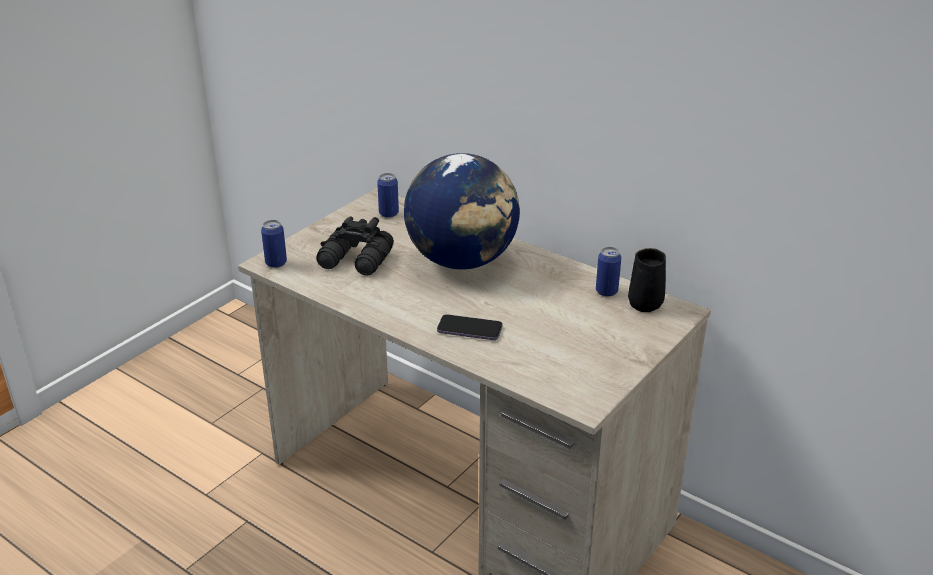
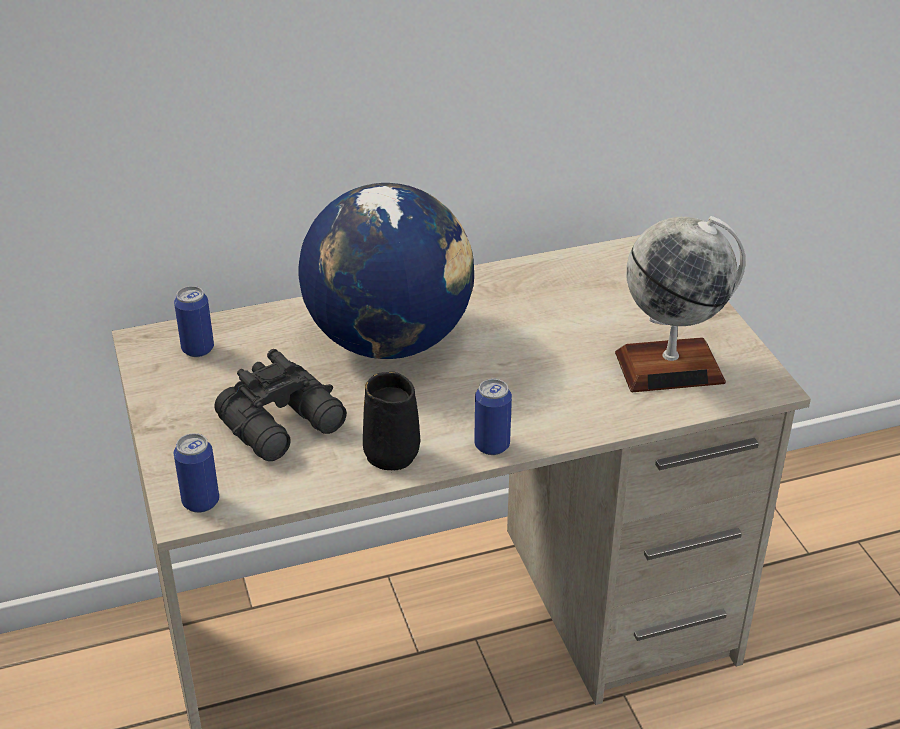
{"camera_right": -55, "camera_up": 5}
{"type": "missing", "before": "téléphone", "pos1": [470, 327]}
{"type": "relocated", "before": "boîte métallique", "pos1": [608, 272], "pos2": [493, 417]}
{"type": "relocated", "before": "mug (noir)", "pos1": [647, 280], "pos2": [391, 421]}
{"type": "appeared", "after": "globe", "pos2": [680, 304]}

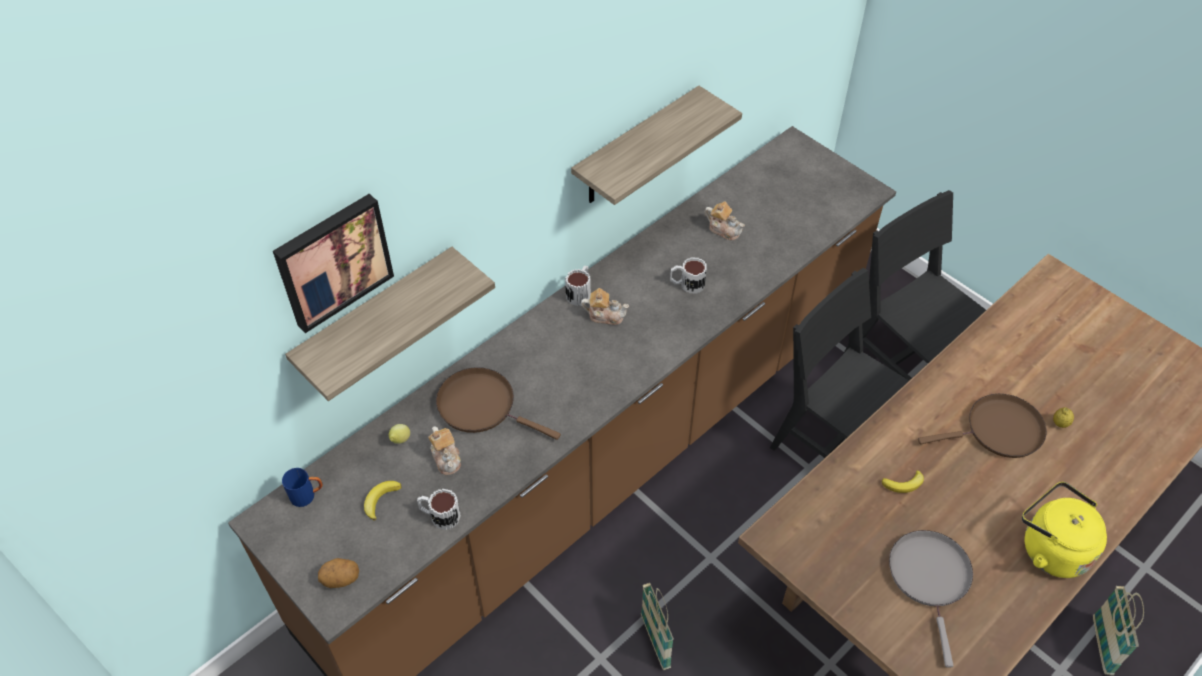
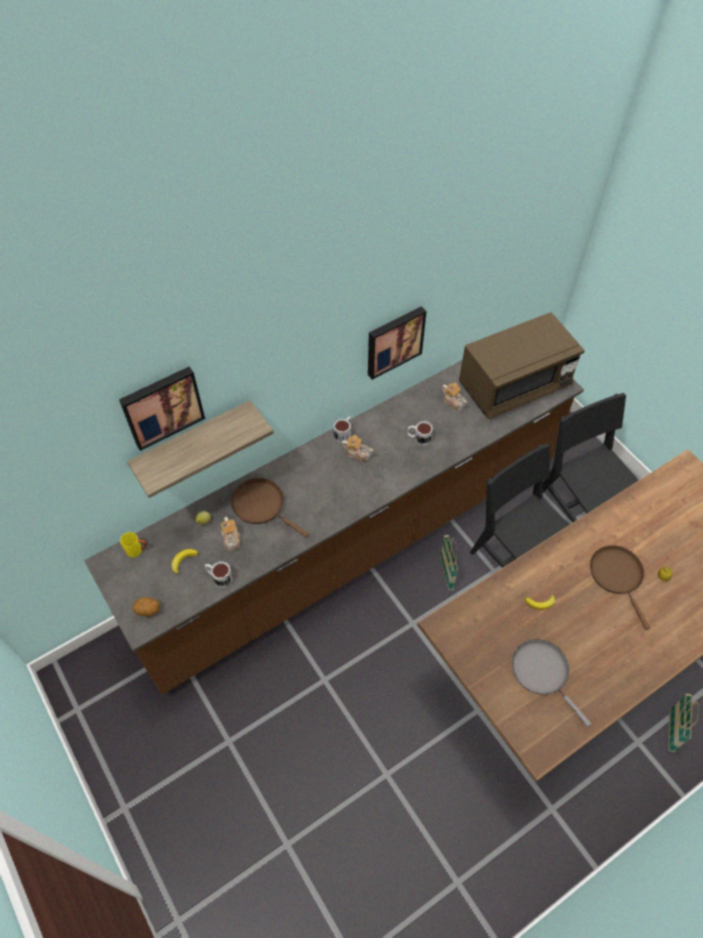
{"camera_right": 10, "camera_up": 5}
{"type": "colour", "before": "mug (bleu)", "after": "mug (jaune)", "pos1": [302, 487], "pos2": [133, 544]}
{"type": "exchanged", "before": "étagère", "after": "tableau", "pos1": [656, 145], "pos2": [397, 343]}
{"type": "relocated", "before": "panier", "pos1": [657, 626], "pos2": [449, 562]}
{"type": "spun", "before": "poêle (gris)", "pos1": [931, 598], "pos2": [551, 683], "turn": -45}
{"type": "spun", "before": "poêle (marron)", "pos1": [982, 426], "pos2": [620, 587], "turn": -105}
{"type": "missing", "before": "bouilloire (jaune)", "pos1": [1064, 530]}
{"type": "appeared", "after": "micro-ondes (marron)", "pos2": [522, 365]}

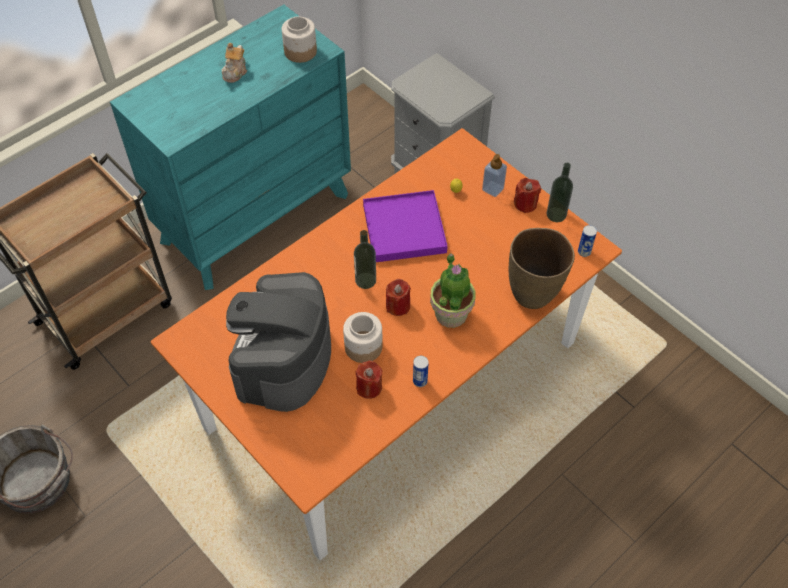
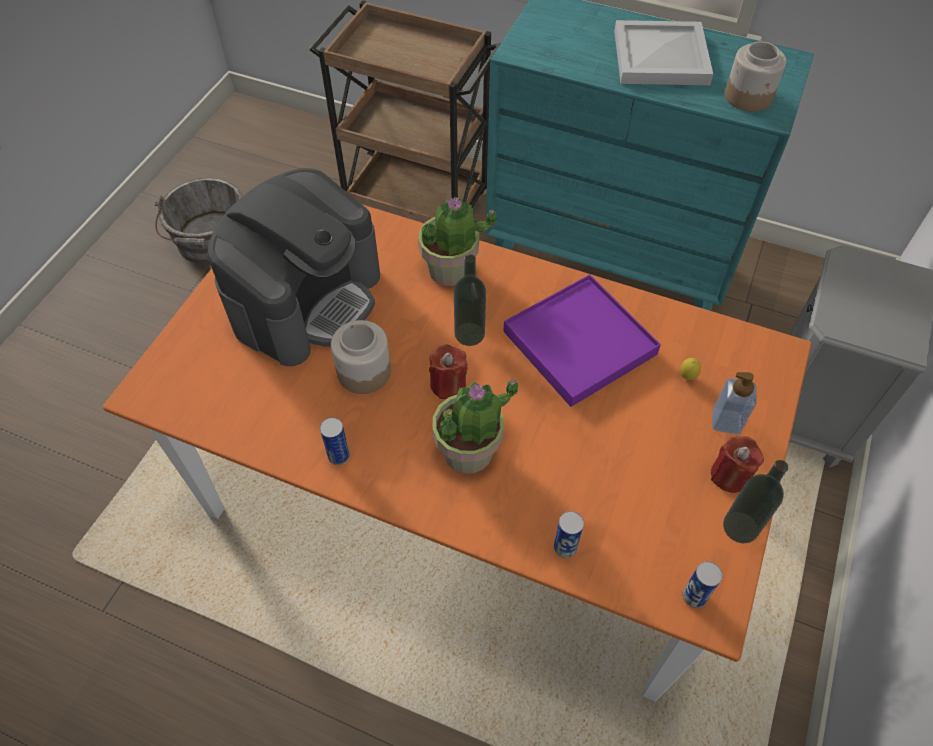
{"camera_right": 65, "camera_up": 0}
{"type": "exchanged", "before": "théière", "after": "plateau (blanc)", "pos1": [234, 63], "pos2": [663, 52]}
{"type": "spun", "before": "machine à café", "pos1": [278, 342], "pos2": [293, 267], "turn": 135}
{"type": "missing", "before": "bougie (rouge)", "pos1": [368, 380]}
{"type": "exchanged", "before": "vase (marron)", "after": "boîte métallique", "pos1": [542, 268], "pos2": [569, 534]}
{"type": "appeared", "after": "plante en pot", "pos2": [457, 241]}

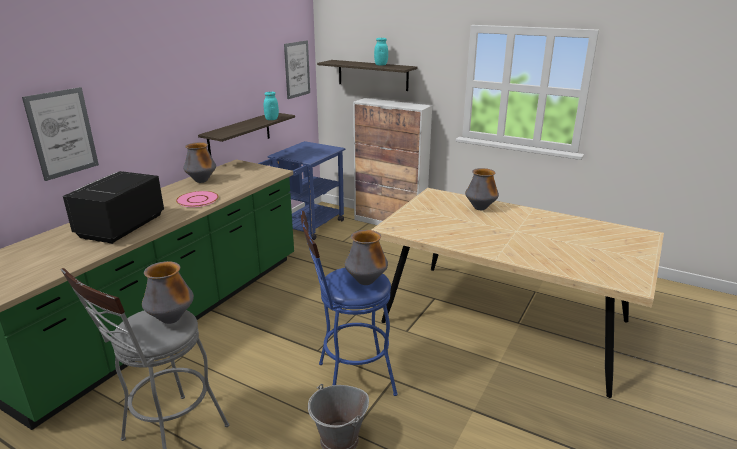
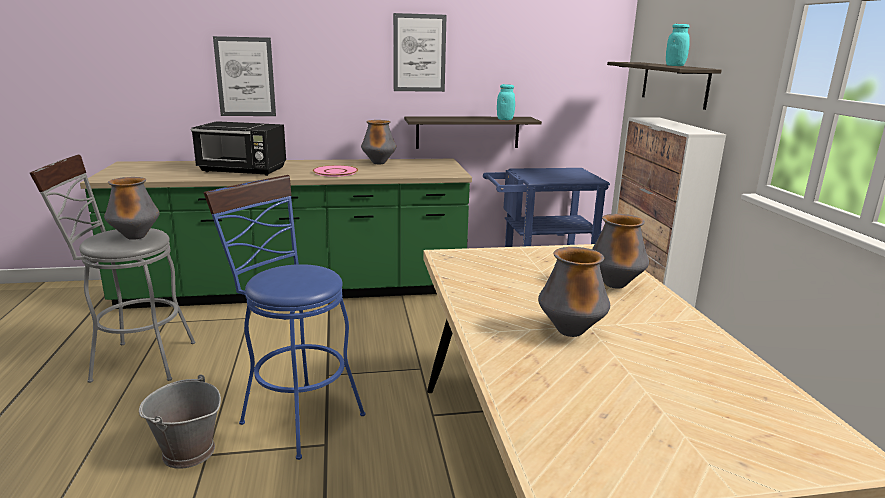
{"camera_right": 50, "camera_up": -5}
{"type": "spun", "before": "micro-ondes (noir)", "pos1": [113, 207], "pos2": [238, 148], "turn": -150}
{"type": "relocated", "before": "tableau", "pos1": [297, 70], "pos2": [420, 52]}
{"type": "relocated", "before": "vase", "pos1": [366, 257], "pos2": [574, 292]}

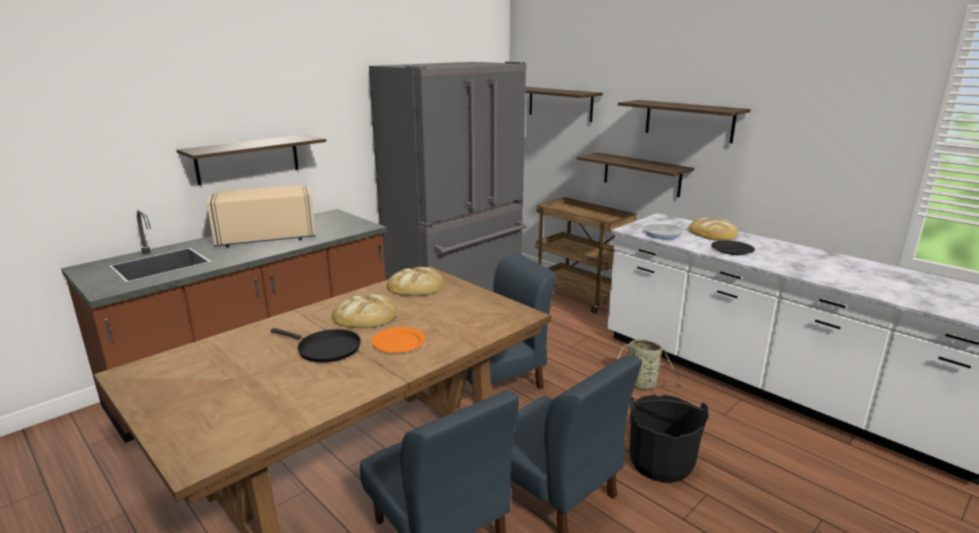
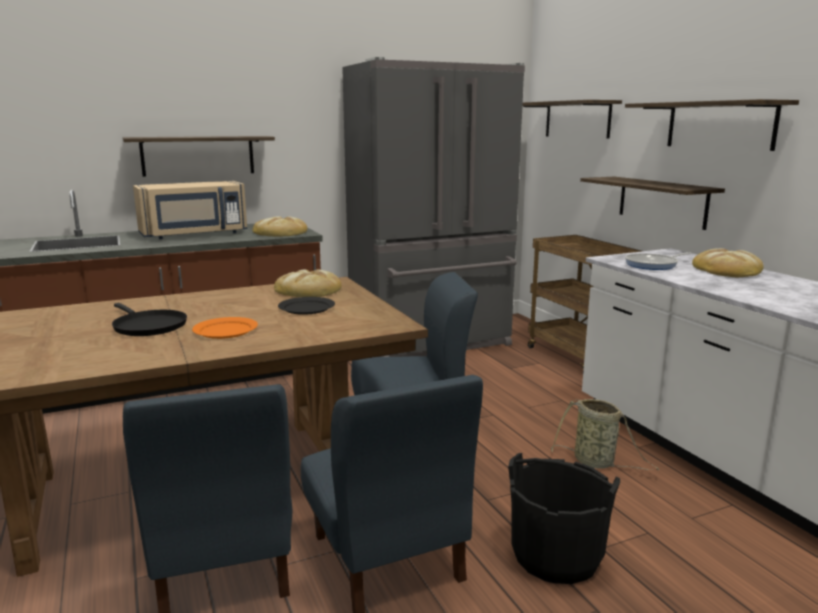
{"camera_right": 20, "camera_up": -5}
{"type": "spun", "before": "micro-ondes (beige)", "pos1": [261, 216], "pos2": [190, 210], "turn": 150}
{"type": "relocated", "before": "pain", "pos1": [364, 311], "pos2": [279, 226]}
{"type": "relocated", "before": "assiette (noir)", "pos1": [733, 247], "pos2": [306, 306]}

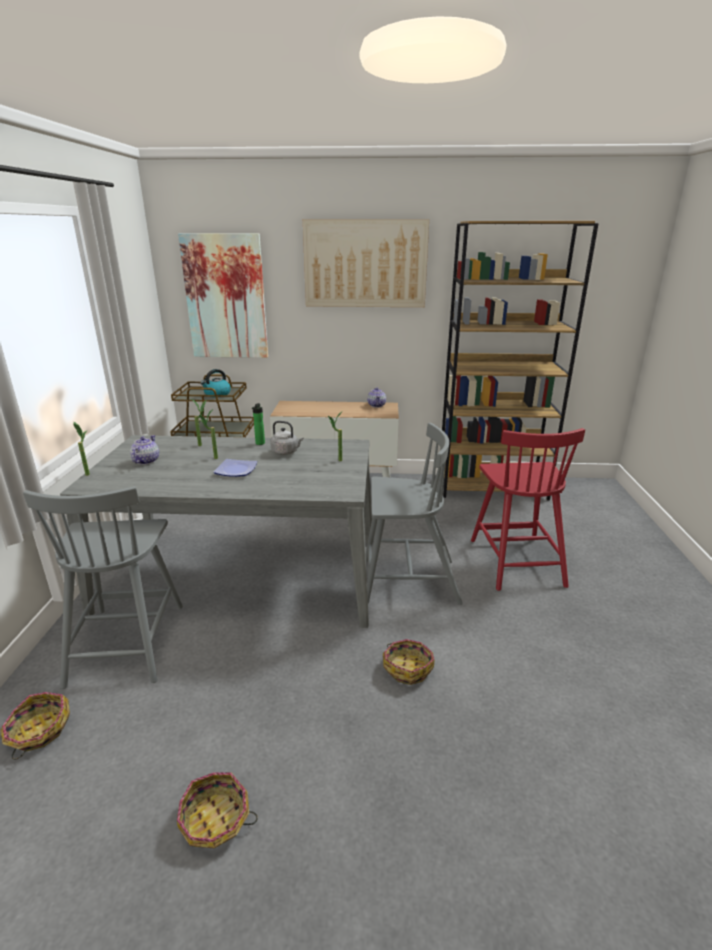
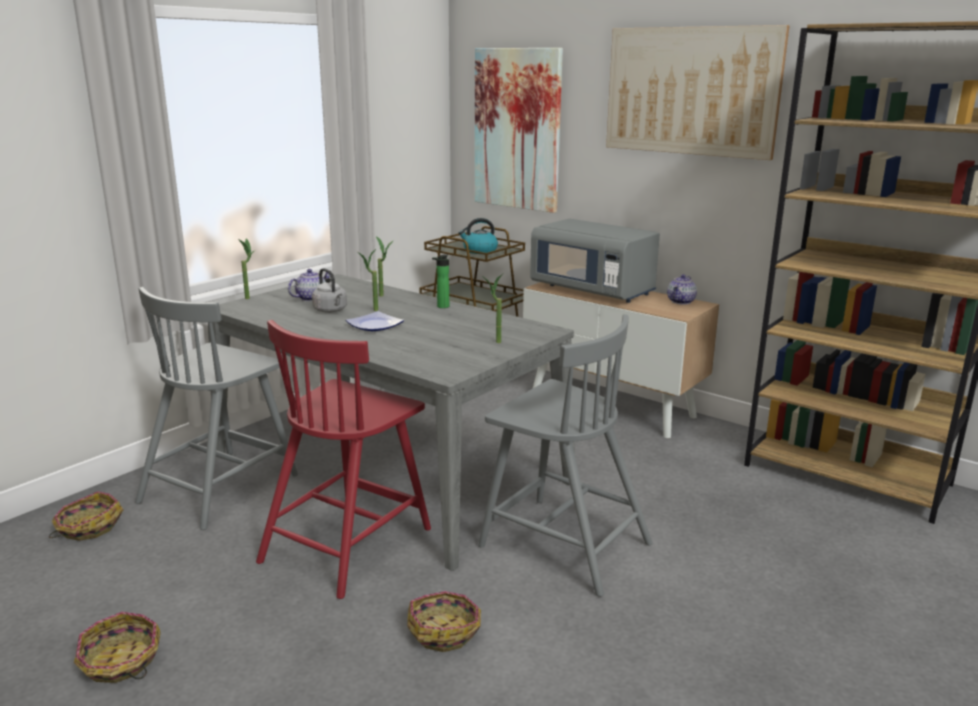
{"camera_right": 35, "camera_up": -5}
{"type": "relocated", "before": "bouilloire (gris)", "pos1": [286, 438], "pos2": [329, 290]}
{"type": "relocated", "before": "chaise (rouge)", "pos1": [528, 509], "pos2": [343, 459]}
{"type": "appeared", "after": "micro-ondes (gris)", "pos2": [595, 261]}

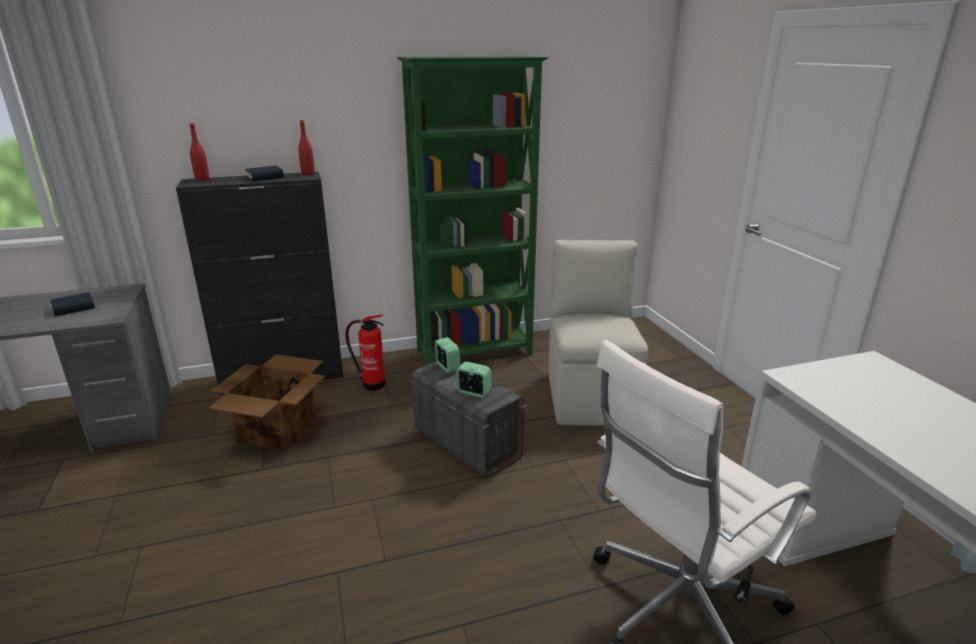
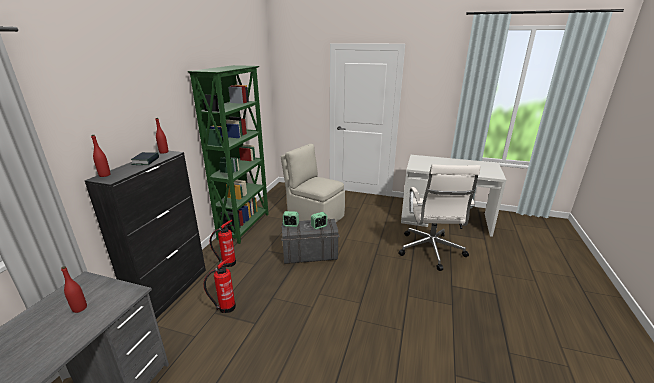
{"camera_right": -55, "camera_up": 0}
{"type": "exchanged", "before": "livre", "after": "bouteille (rouge)", "pos1": [73, 304], "pos2": [74, 289]}
{"type": "exchanged", "before": "carton", "after": "extincteur", "pos1": [267, 402], "pos2": [219, 285]}

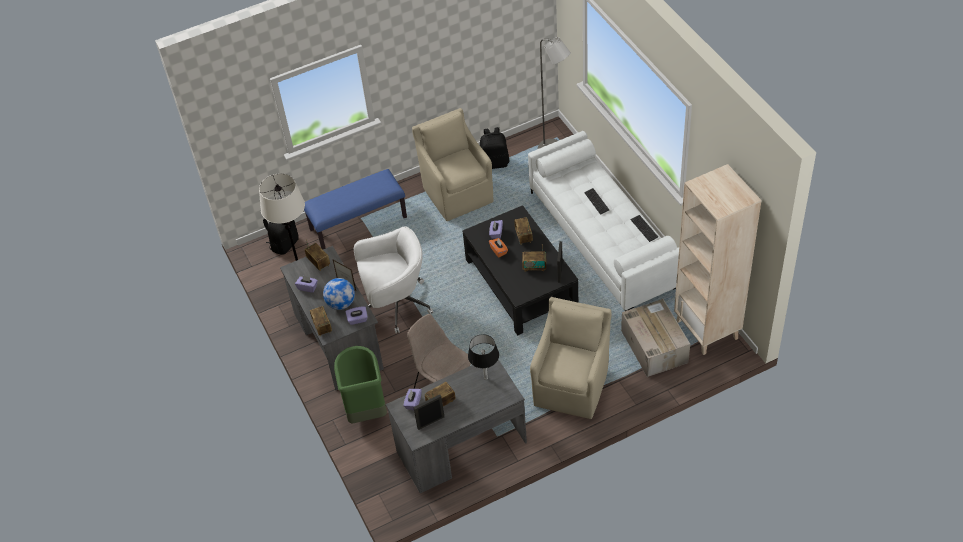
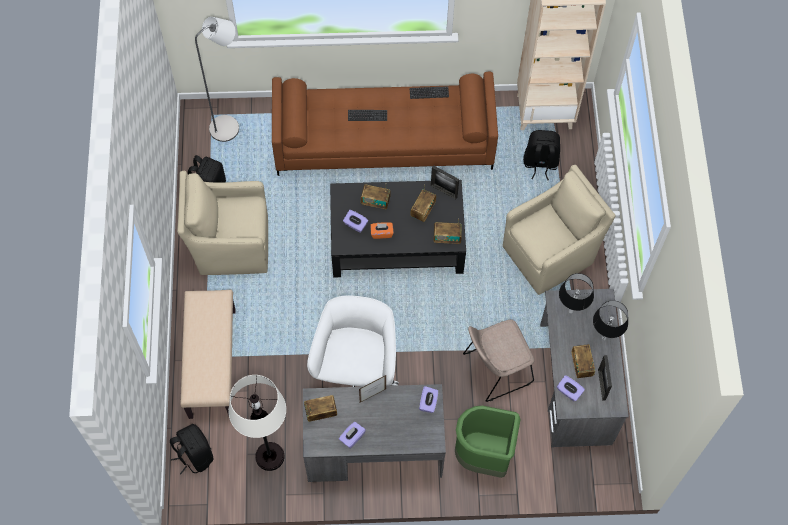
{"camera_right": -70, "camera_up": 15}
{"type": "colour", "before": "banc (bleu)", "after": "banc (beige)", "pos1": [355, 209], "pos2": [208, 354]}
{"type": "relocated", "before": "radio", "pos1": [321, 321], "pos2": [448, 231]}
{"type": "missing", "before": "globe", "pos1": [339, 294]}
{"type": "colour", "before": "canapé (blanc)", "after": "canapé (marron)", "pos1": [603, 221], "pos2": [385, 123]}
{"type": "spun", "before": "fauteuil (beige)", "pos1": [570, 358], "pos2": [559, 230], "turn": 105}
{"type": "exchanged", "before": "carton", "after": "sac à dos (noir)", "pos1": [655, 338], "pos2": [541, 155]}
{"type": "appeared", "after": "lampe de table (noir)", "pos2": [610, 320]}

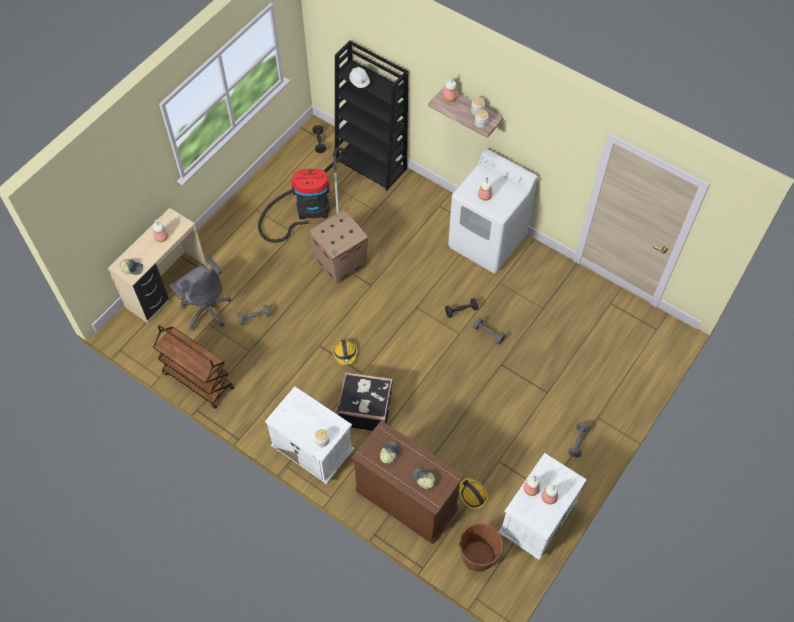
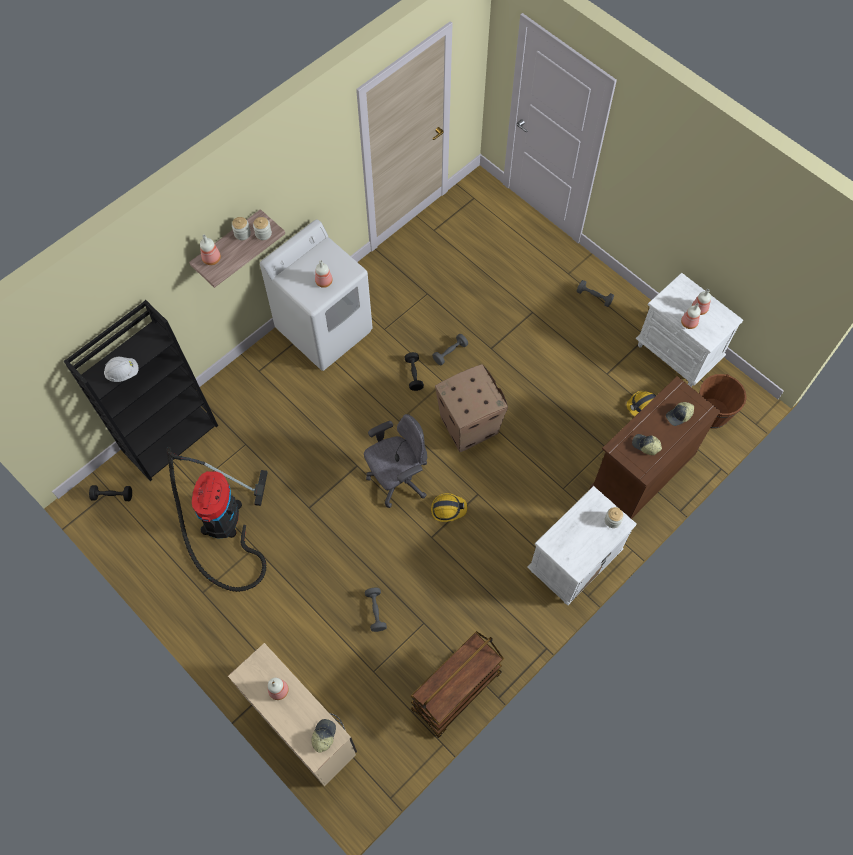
{"camera_right": -80, "camera_up": 5}
{"type": "relocated", "before": "chaise de bureau (gris)", "pos1": [200, 294], "pos2": [395, 461]}
{"type": "relocated", "before": "carton", "pos1": [338, 247], "pos2": [471, 408]}
{"type": "missing", "before": "valise (noir)", "pos1": [365, 401]}

